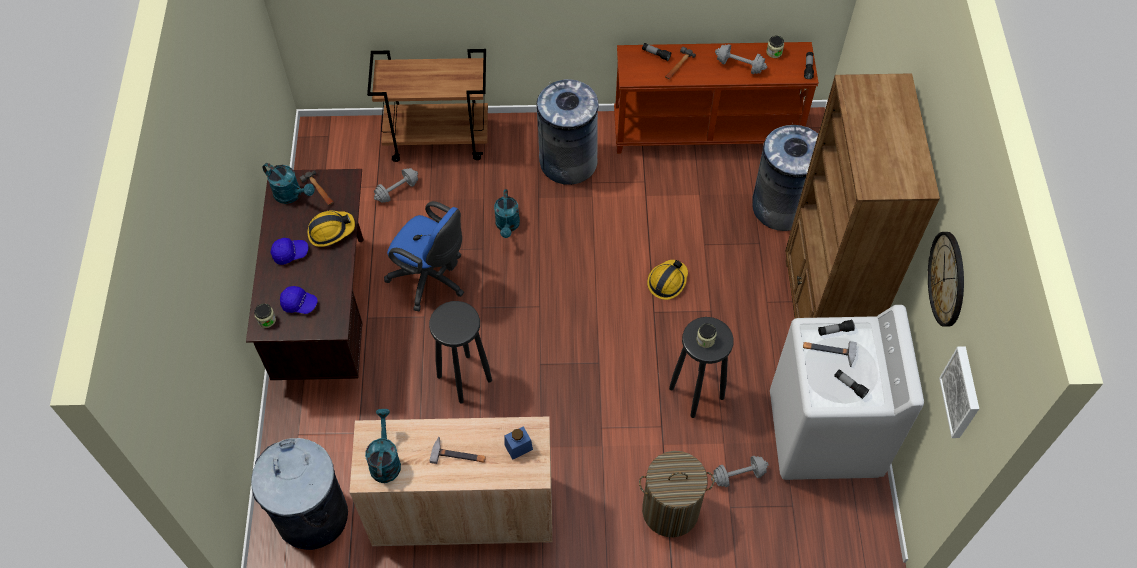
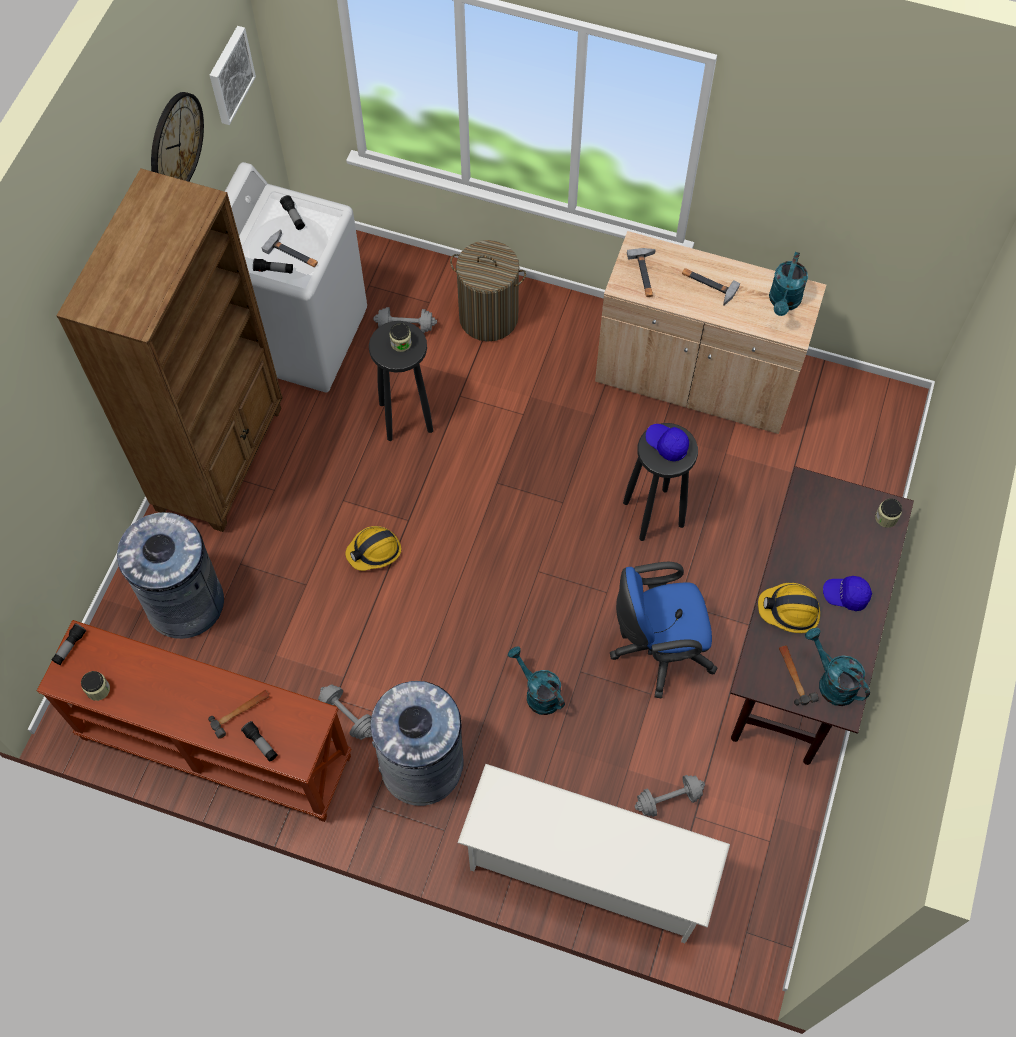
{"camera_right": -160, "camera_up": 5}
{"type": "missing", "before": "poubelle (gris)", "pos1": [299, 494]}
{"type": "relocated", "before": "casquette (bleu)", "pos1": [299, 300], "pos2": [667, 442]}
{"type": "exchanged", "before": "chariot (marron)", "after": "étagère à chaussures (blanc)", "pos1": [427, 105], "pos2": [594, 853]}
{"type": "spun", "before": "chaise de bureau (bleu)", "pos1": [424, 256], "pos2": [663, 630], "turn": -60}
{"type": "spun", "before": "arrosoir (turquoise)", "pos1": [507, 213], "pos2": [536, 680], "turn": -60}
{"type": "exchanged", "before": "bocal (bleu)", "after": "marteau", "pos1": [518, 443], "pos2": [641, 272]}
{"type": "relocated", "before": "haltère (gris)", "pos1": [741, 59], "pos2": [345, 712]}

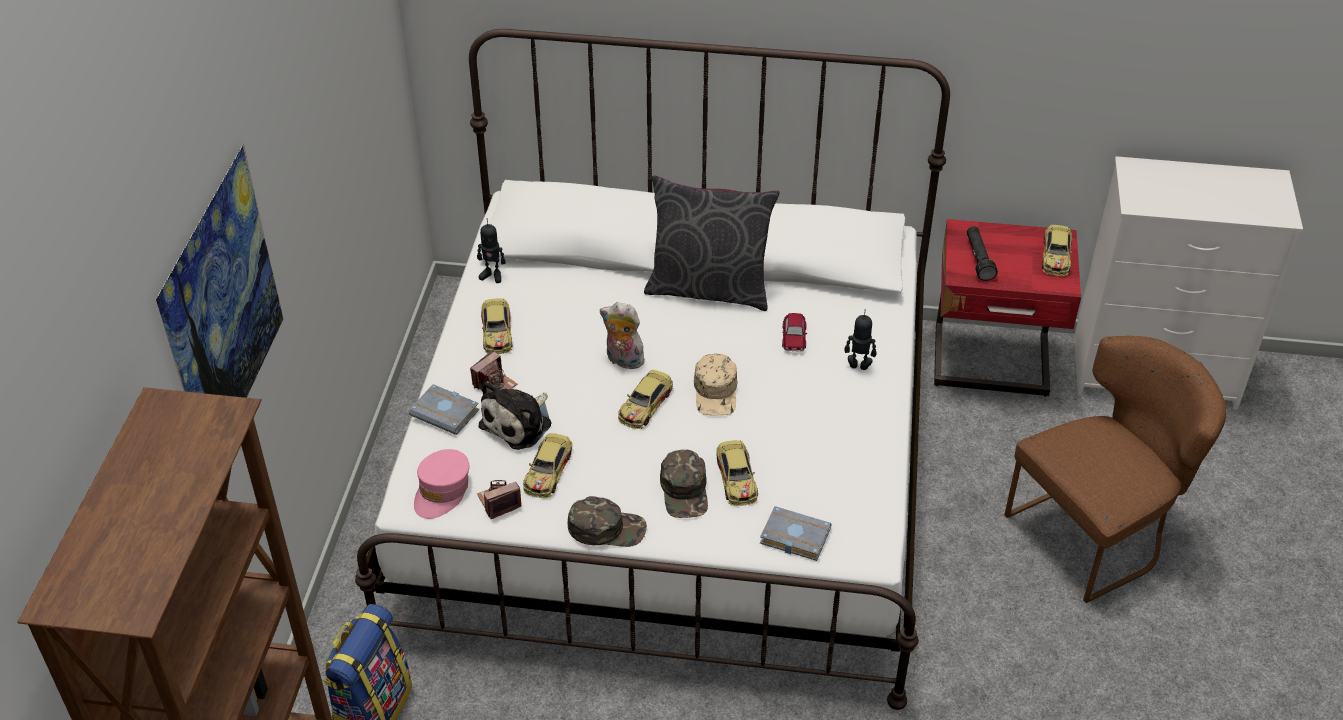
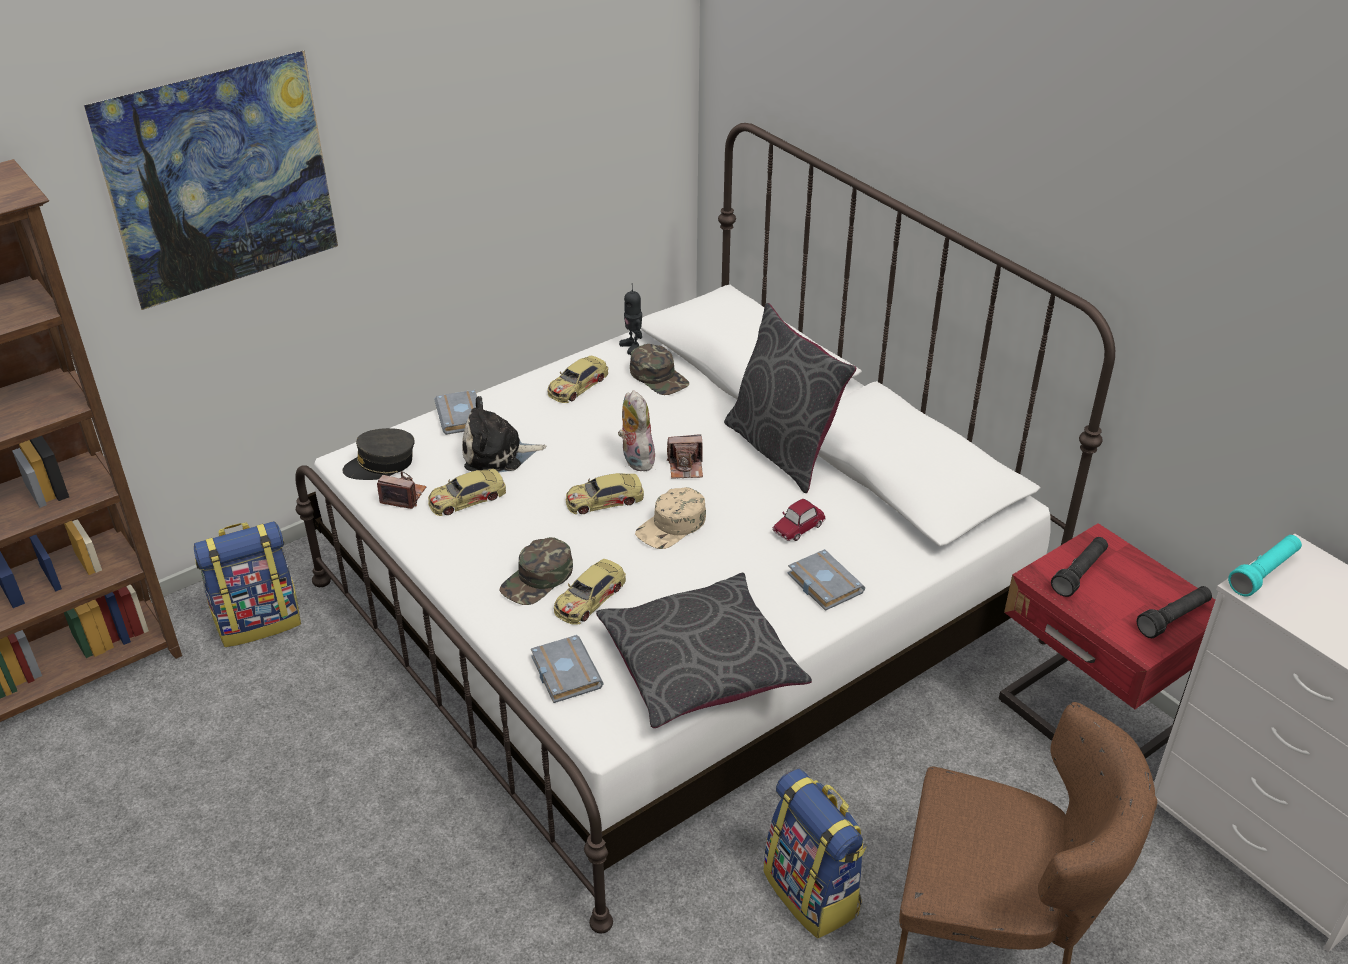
{"camera_right": 45, "camera_up": -5}
{"type": "colour", "before": "casquette (rose)", "after": "casquette (gris)", "pos1": [441, 484], "pos2": [379, 454]}
{"type": "relocated", "before": "appareil photo", "pos1": [493, 370], "pos2": [685, 456]}
{"type": "relocated", "before": "casquette (vert)", "pos1": [607, 521], "pos2": [659, 369]}
{"type": "exchanged", "before": "robot jouet", "after": "livre (gris)", "pos1": [860, 340], "pos2": [826, 580]}
{"type": "exchanged", "before": "petite voiture", "after": "lampe de poche (noir)", "pos1": [1057, 250], "pos2": [1174, 612]}
{"type": "appeared", "after": "coussin (gris)", "pos2": [704, 650]}
{"type": "appeared", "after": "sac à dos", "pos2": [815, 853]}
{"type": "appeared", "after": "lampe de poche (turquoise)", "pos2": [1265, 565]}

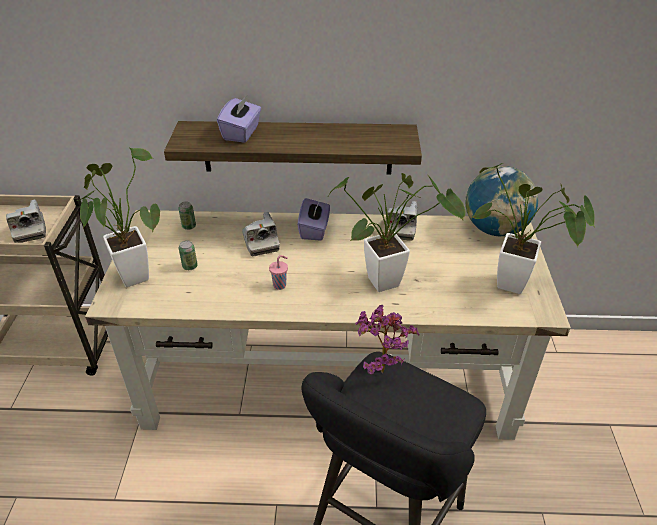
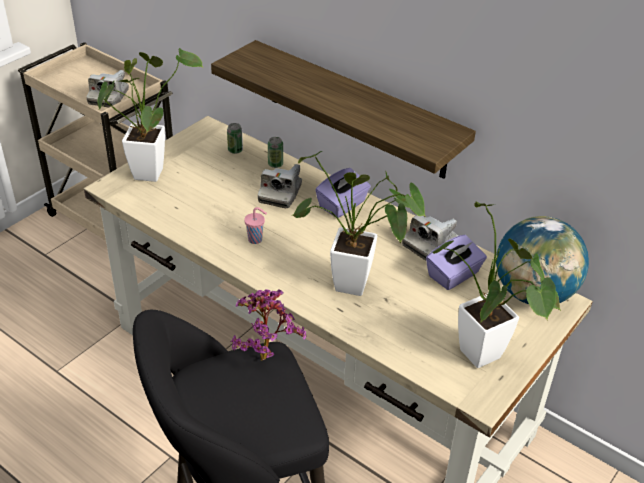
{"camera_right": 35, "camera_up": 0}
{"type": "relocated", "before": "boîte métallique", "pos1": [188, 255], "pos2": [275, 152]}
{"type": "relocated", "before": "boîte à mouchoirs (violet)", "pos1": [239, 119], "pos2": [456, 262]}

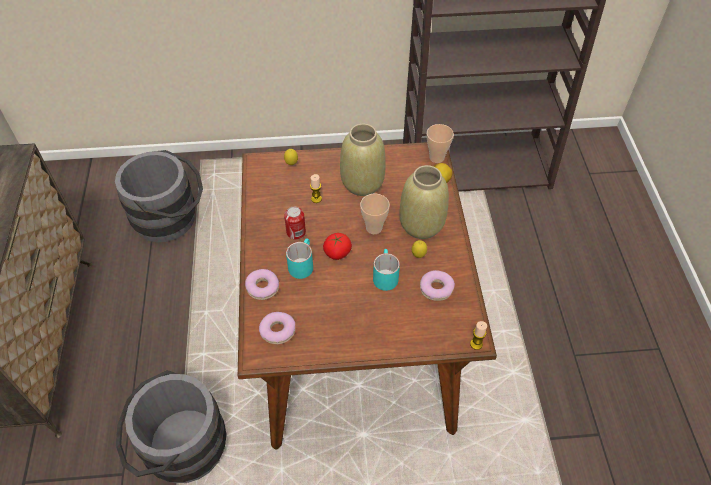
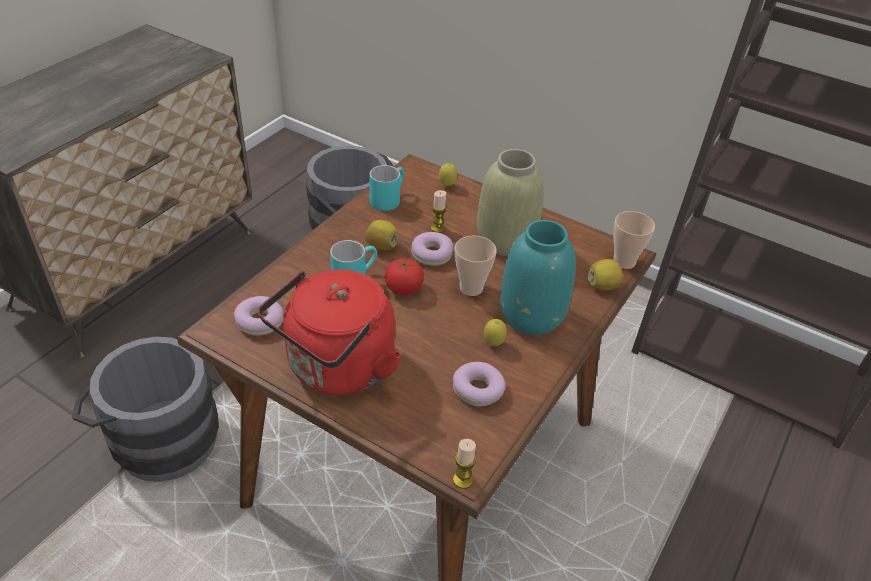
{"camera_right": 35, "camera_up": -10}
{"type": "relocated", "before": "beignet", "pos1": [262, 284], "pos2": [432, 249]}
{"type": "exchanged", "before": "boîte métallique", "after": "citron", "pos1": [295, 223], "pos2": [382, 235]}
{"type": "relocated", "before": "mug (turquoise)", "pos1": [386, 270], "pos2": [386, 188]}
{"type": "colour", "before": "vase (beige)", "after": "vase (turquoise)", "pos1": [424, 202], "pos2": [538, 277]}
{"type": "appeared", "after": "bouilloire (rouge)", "pos2": [330, 332]}

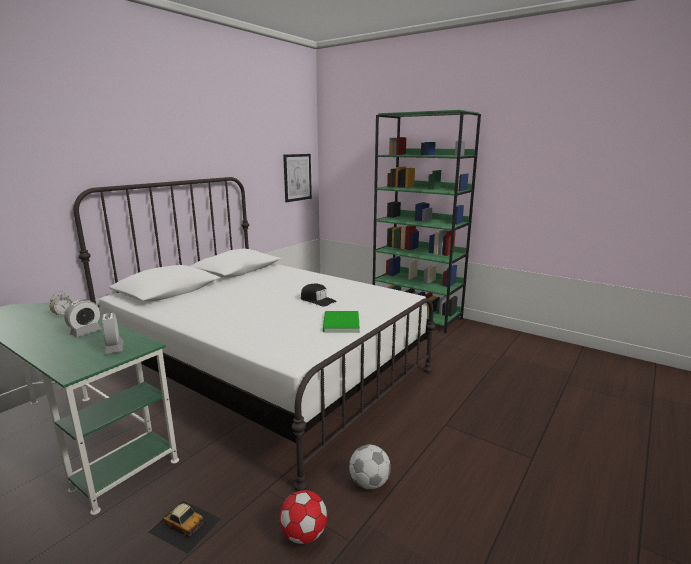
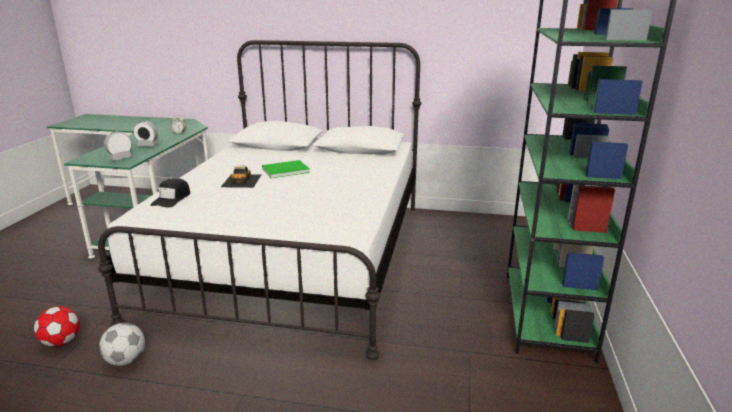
{"camera_right": 65, "camera_up": 5}
{"type": "relocated", "before": "petite voiture", "pos1": [185, 527], "pos2": [241, 177]}
{"type": "missing", "before": "tableau", "pos1": [297, 178]}
{"type": "relocated", "before": "casquette (noir)", "pos1": [319, 295], "pos2": [170, 193]}
{"type": "relocated", "before": "livre (vert)", "pos1": [341, 322], "pos2": [286, 169]}

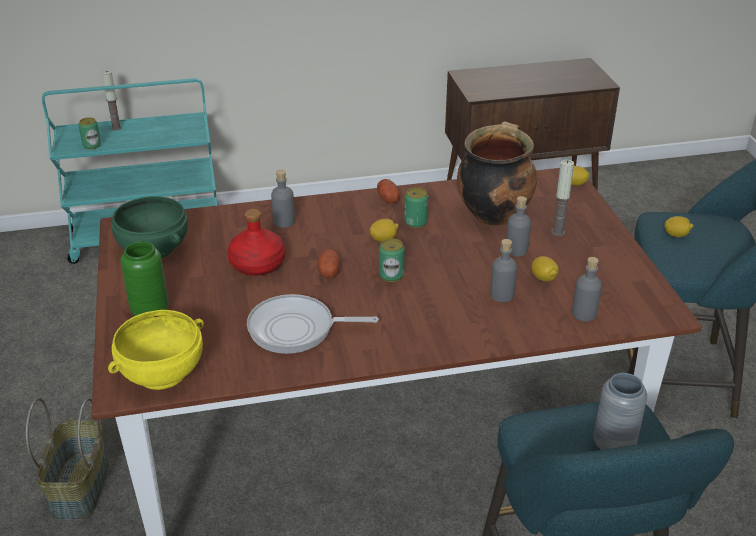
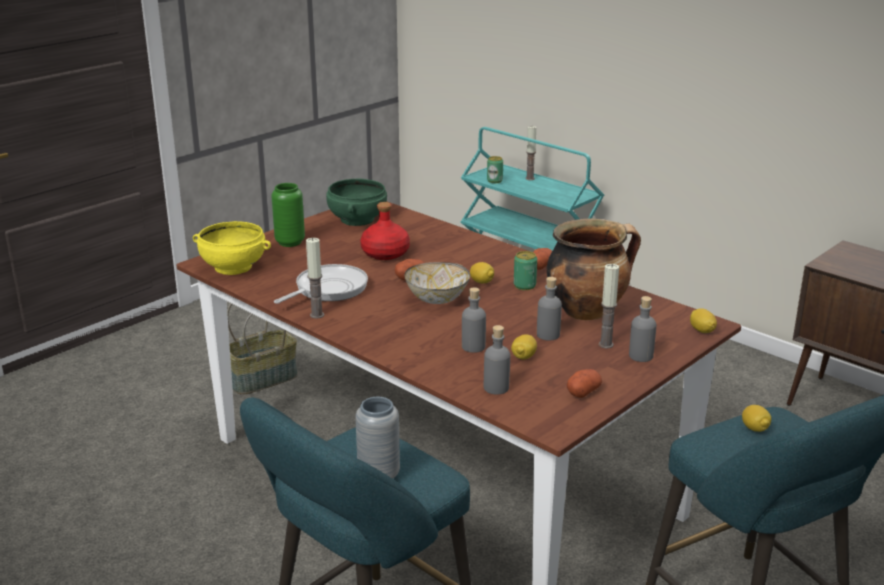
{"camera_right": 55, "camera_up": -10}
{"type": "spun", "before": "poêle", "pos1": [313, 324], "pos2": [321, 284], "turn": 75}
{"type": "relocated", "before": "bouteille (gris)", "pos1": [283, 199], "pos2": [642, 329]}
{"type": "exchanged", "before": "boîte métallique", "after": "bol", "pos1": [392, 260], "pos2": [437, 283]}
{"type": "appeared", "after": "bougie", "pos2": [315, 278]}
{"type": "appeared", "after": "pomme de terre", "pos2": [584, 383]}

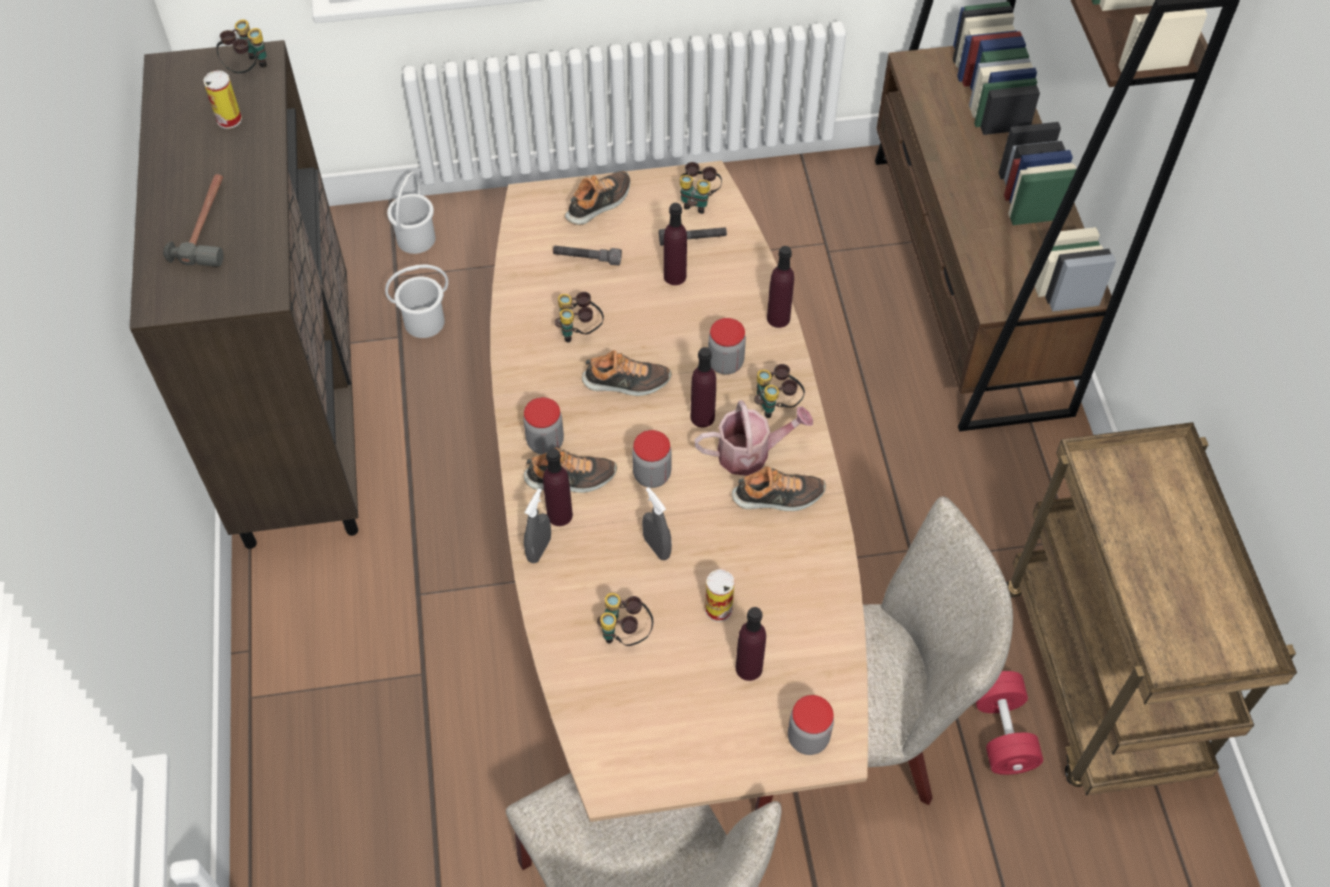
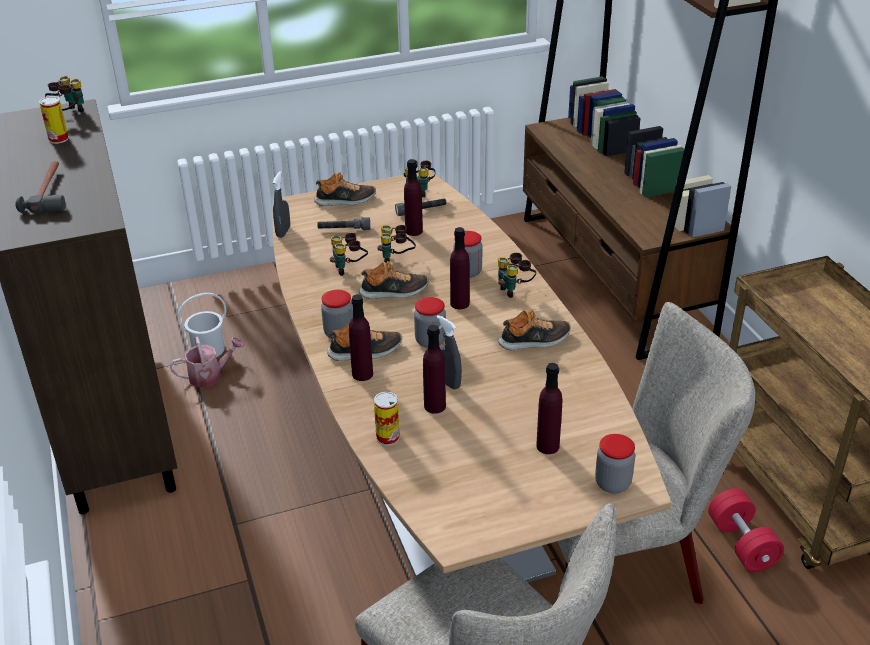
{"camera_right": -10, "camera_up": -20}
{"type": "missing", "before": "seau (blanc)", "pos1": [411, 213]}
{"type": "relocated", "before": "vaporisateur (gris)", "pos1": [537, 525], "pos2": [281, 204]}
{"type": "spun", "before": "chaussure", "pos1": [597, 198], "pos2": [345, 189], "turn": 45}
{"type": "relocated", "before": "jumelles", "pos1": [625, 619], "pos2": [396, 244]}
{"type": "relocated", "before": "arrosoir", "pos1": [753, 438], "pos2": [206, 362]}
{"type": "relocated", "before": "boîte métallique", "pos1": [720, 595], "pos2": [387, 418]}
{"type": "relocated", "before": "bouteille (violet)", "pos1": [780, 287], "pos2": [434, 369]}

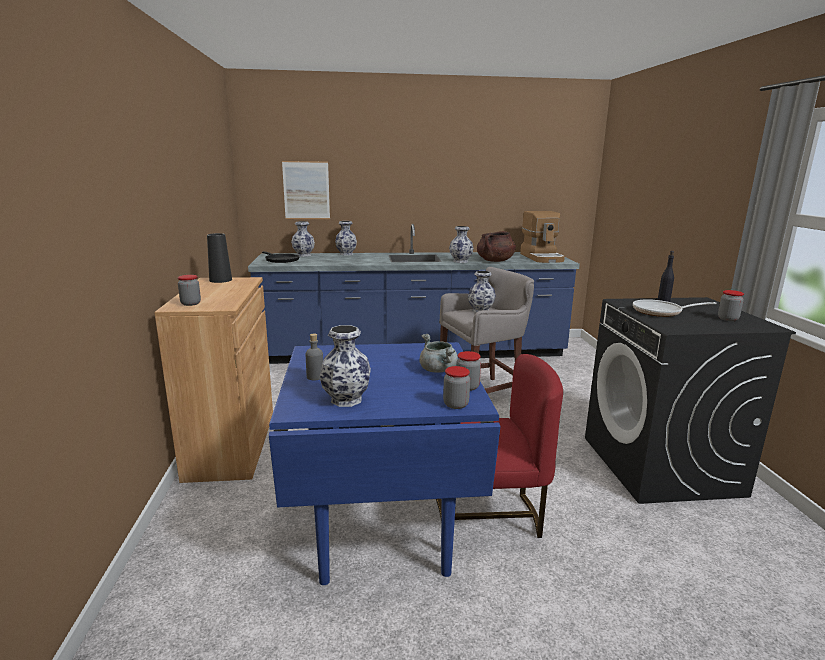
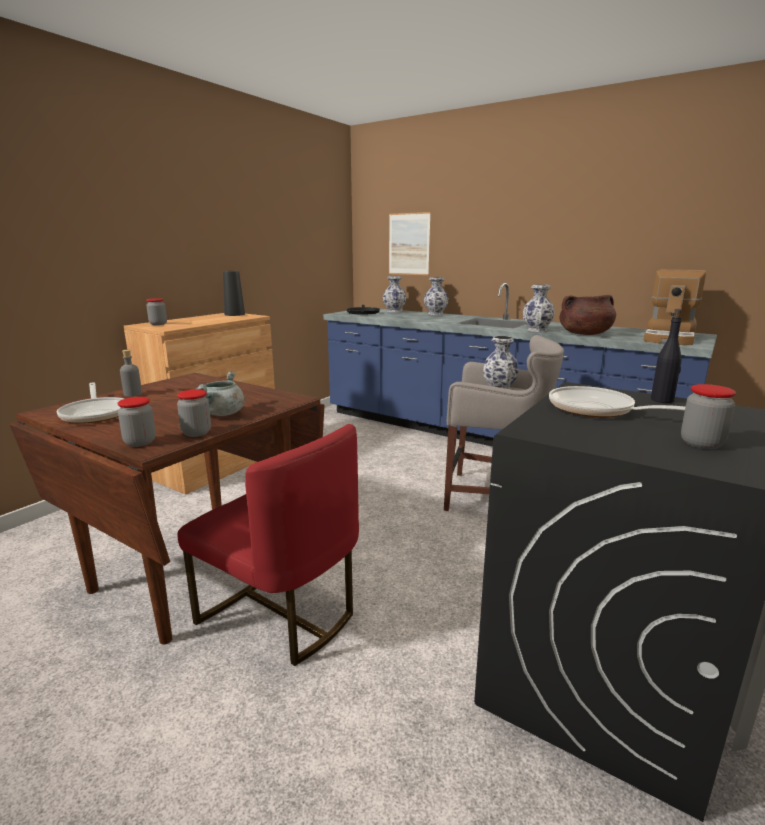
{"camera_right": 40, "camera_up": 0}
{"type": "colour", "before": "table à manger (bleu)", "after": "table à manger (marron)", "pos1": [385, 463], "pos2": [167, 509]}
{"type": "exchanged", "before": "vase", "after": "poêle", "pos1": [345, 366], "pos2": [90, 402]}

